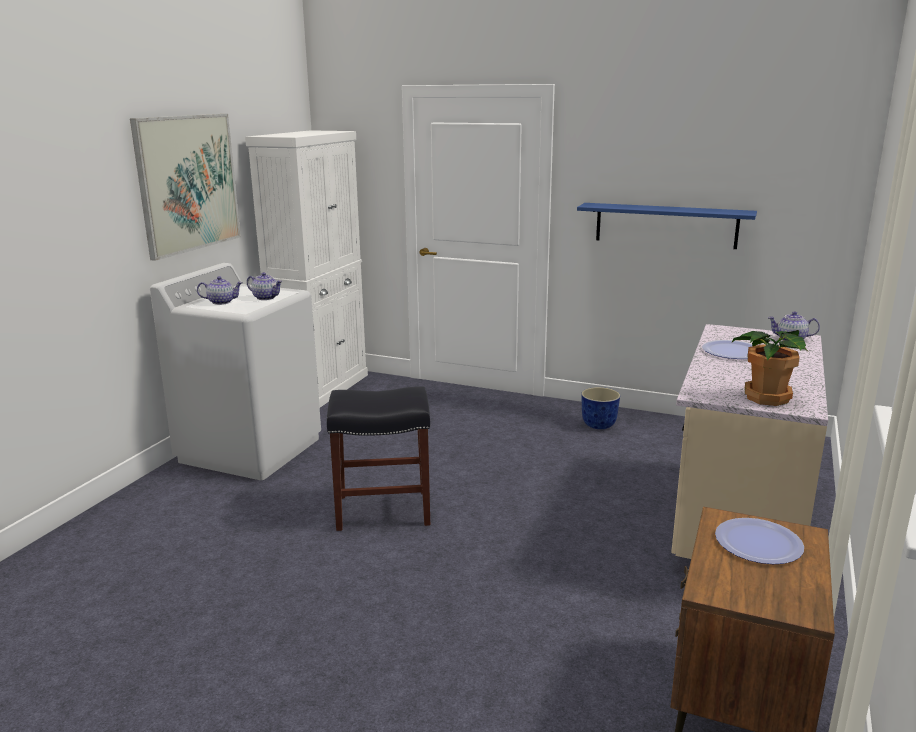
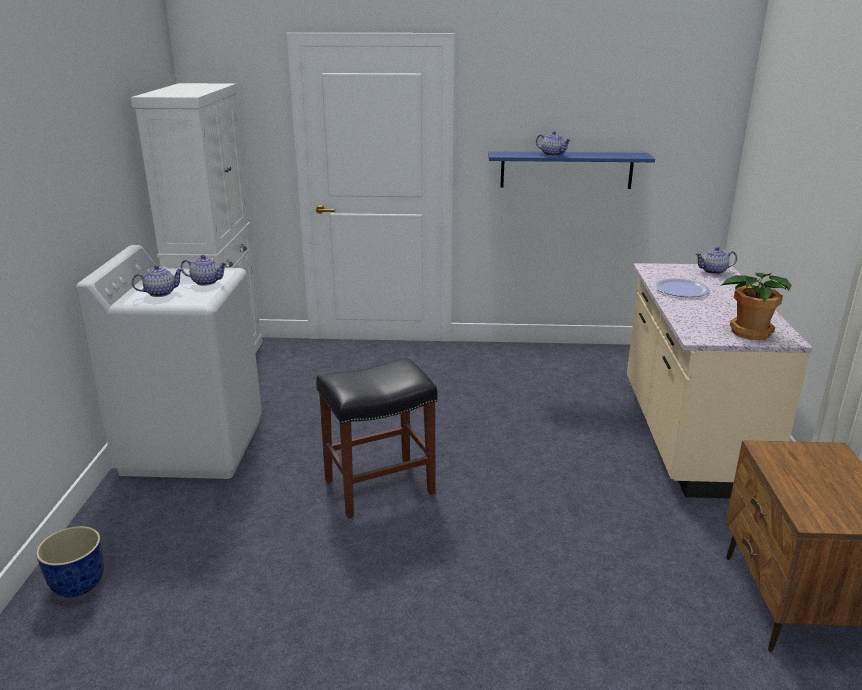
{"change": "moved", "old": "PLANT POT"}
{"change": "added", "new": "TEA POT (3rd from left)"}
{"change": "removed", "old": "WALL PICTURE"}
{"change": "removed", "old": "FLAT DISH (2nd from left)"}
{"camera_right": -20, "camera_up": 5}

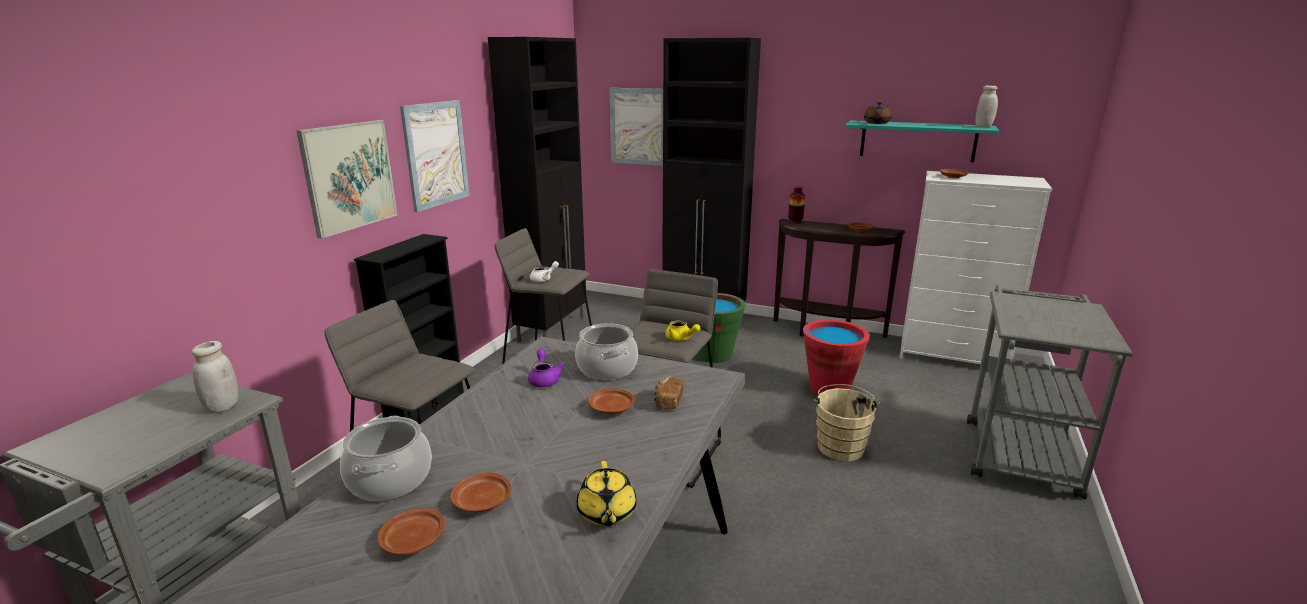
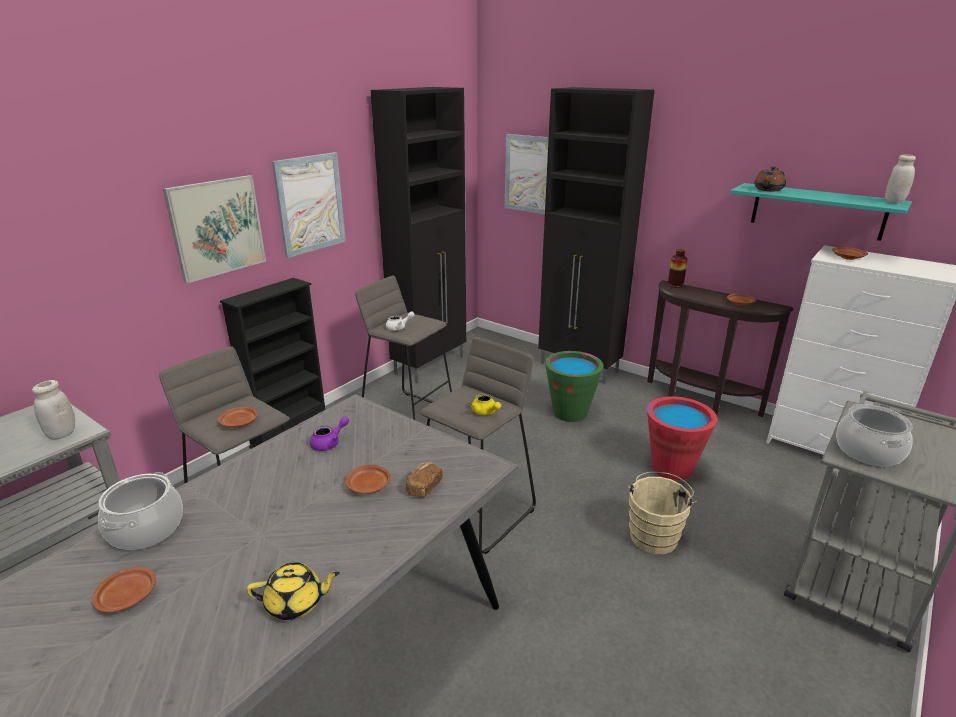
{"change": "moved", "old": "BROWN FLAT DISH (2nd from left)"}
{"change": "turned", "old": "YELLOW TEA POT (1st from left)", "degrees": -105}
{"change": "turned", "old": "PURPLISH TEA POT", "degrees": 45}
{"change": "moved", "old": "SAUCEPOT (2nd from left)"}
{"camera_right": 15, "camera_up": 5}

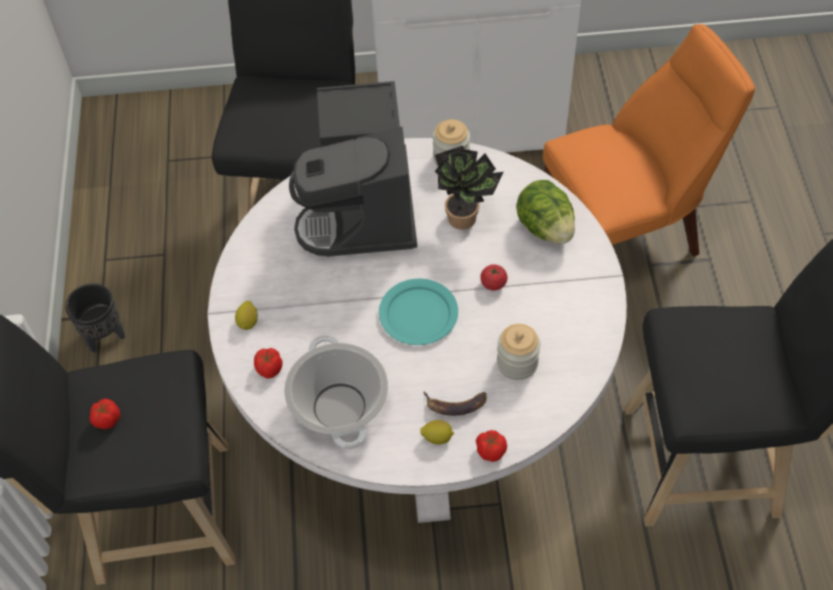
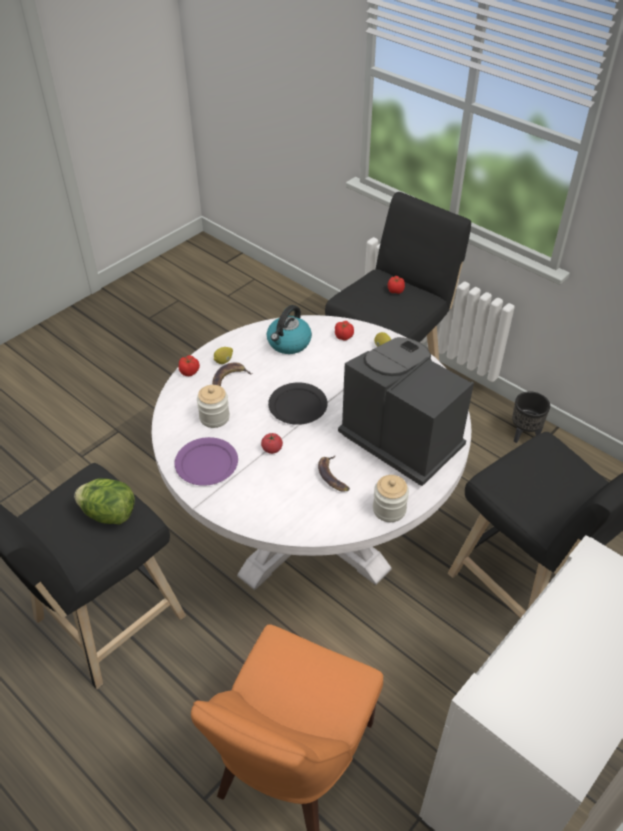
{"change": "moved", "old": "LETTUCE"}
{"change": "added", "new": "PURPLISH FLAT DISH"}
{"change": "replaced", "old": "SAUCEPOT", "new": "KETTLE"}
{"change": "recoloured", "old": "TURQUOISE FLAT DISH", "new": "BLACK-COLOURED FLAT DISH"}
{"change": "replaced", "old": "PLANT IN A POT", "new": "WHOLE BANANA (2nd from left)"}
{"camera_right": 135, "camera_up": -10}

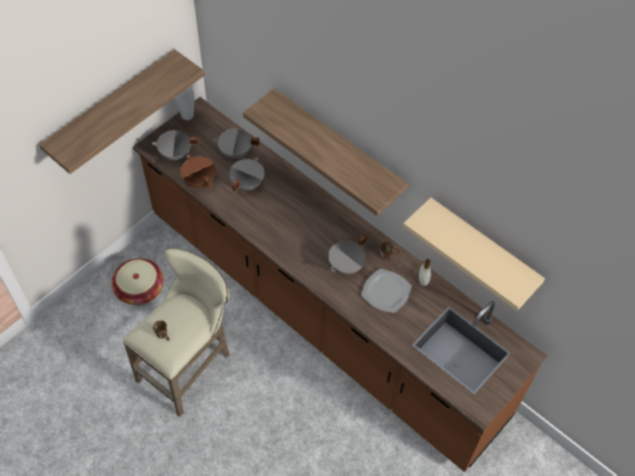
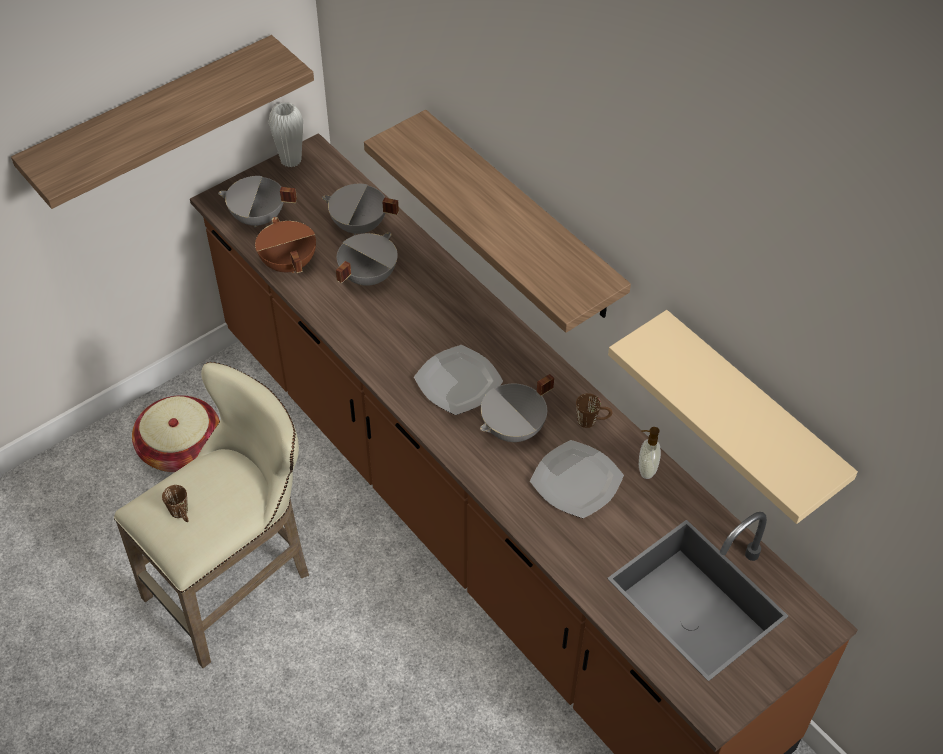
{"change": "added", "new": "FLAT DISH (1st from left)"}
{"camera_right": 10, "camera_up": -5}

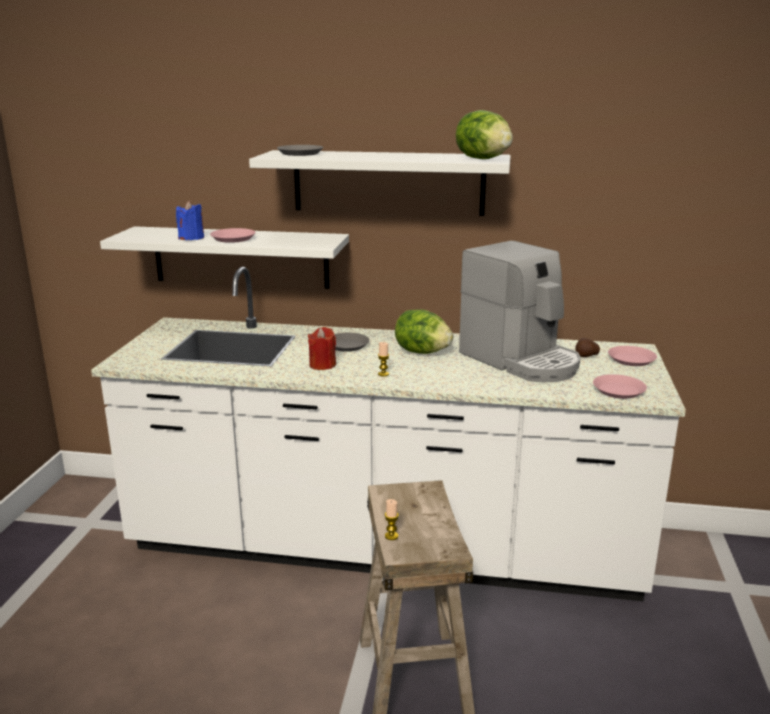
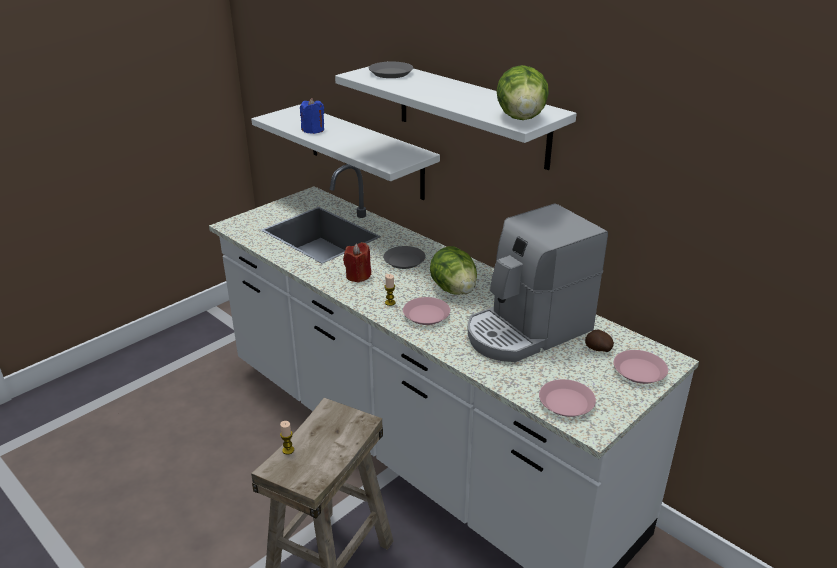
{"change": "moved", "old": "PINKISH FLAT DISH (1st from left)"}
{"change": "turned", "old": "COFFEE MAKER", "degrees": 60}
{"camera_right": 35, "camera_up": 10}

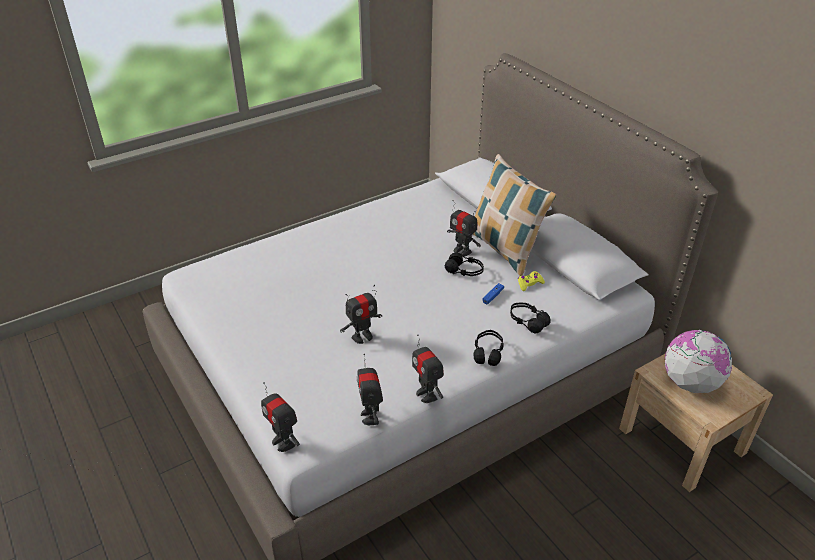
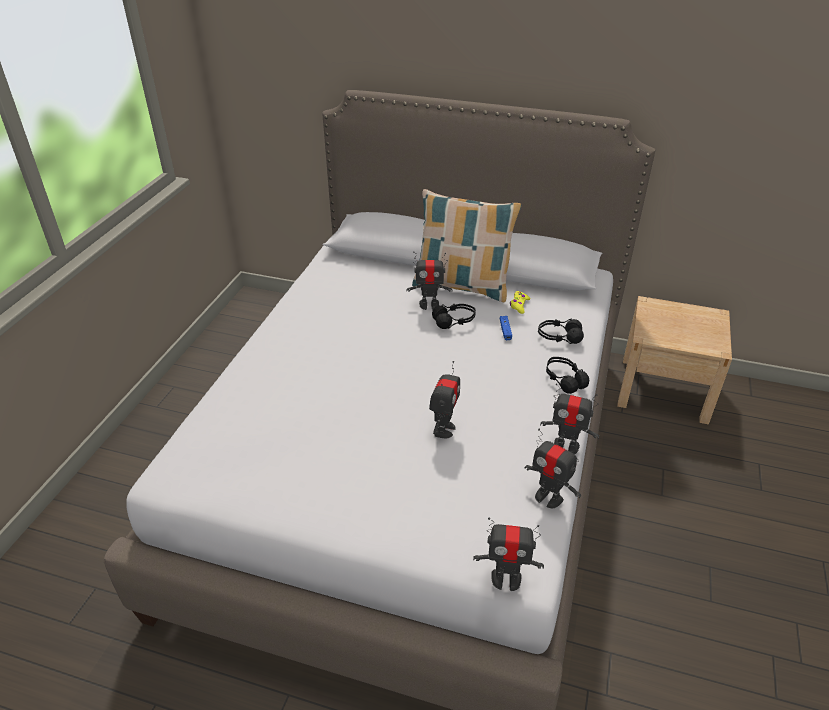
{"change": "removed", "old": "GLOBE"}
{"camera_right": -40, "camera_up": 0}

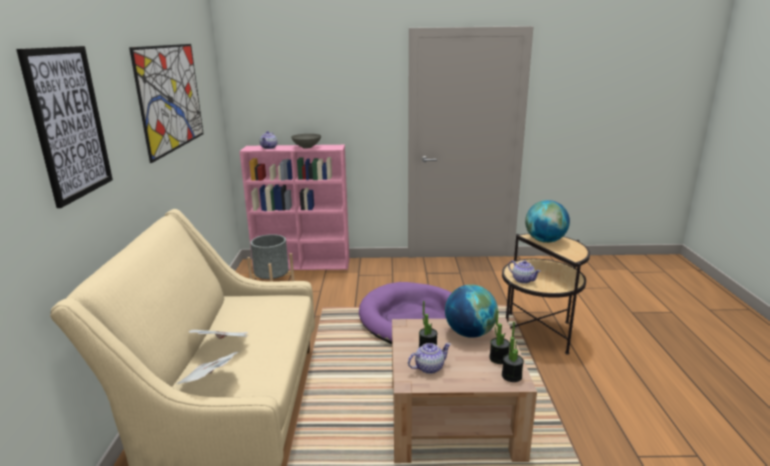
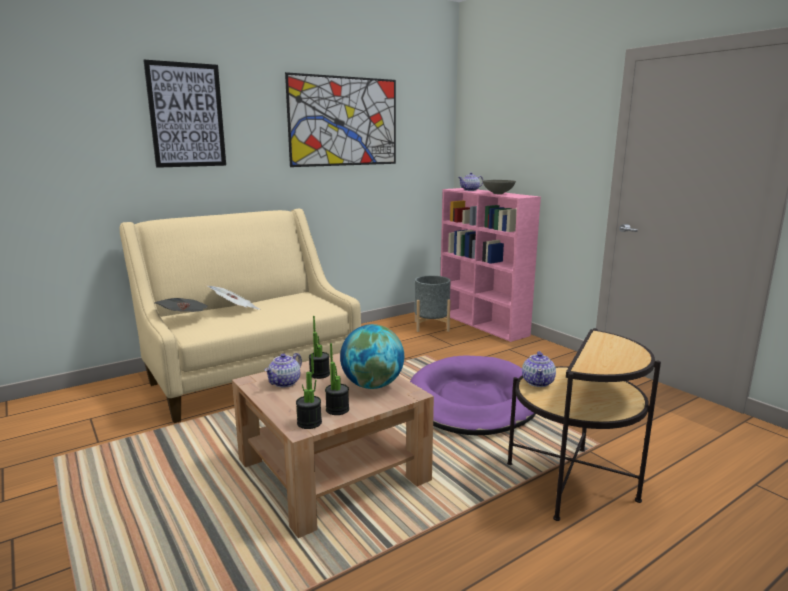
{"change": "turned", "old": "TEA POT (2nd from left in the first image)", "degrees": 90}
{"change": "removed", "old": "GLOBE (2nd from left)"}
{"camera_right": 55, "camera_up": -5}

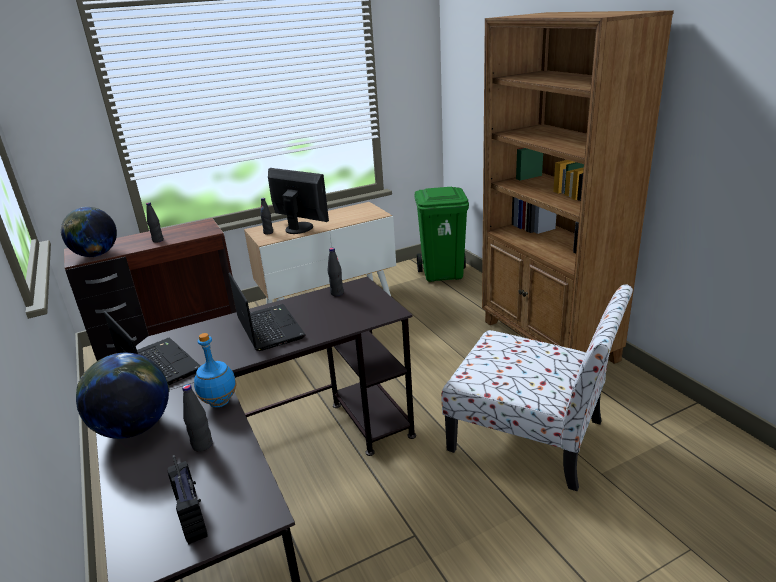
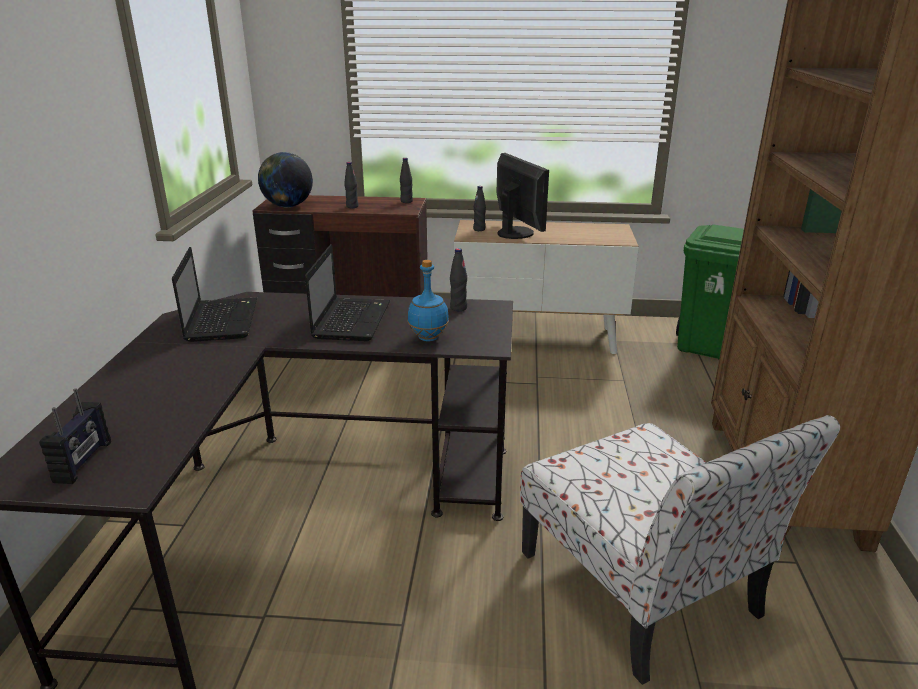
{"change": "moved", "old": "BLACK-COLOURED DRINK BOTTLE (2nd from left)"}
{"change": "moved", "old": "BLUISH DRINK BOTTLE"}
{"change": "removed", "old": "GLOBE (2nd from left)"}
{"camera_right": 30, "camera_up": 0}

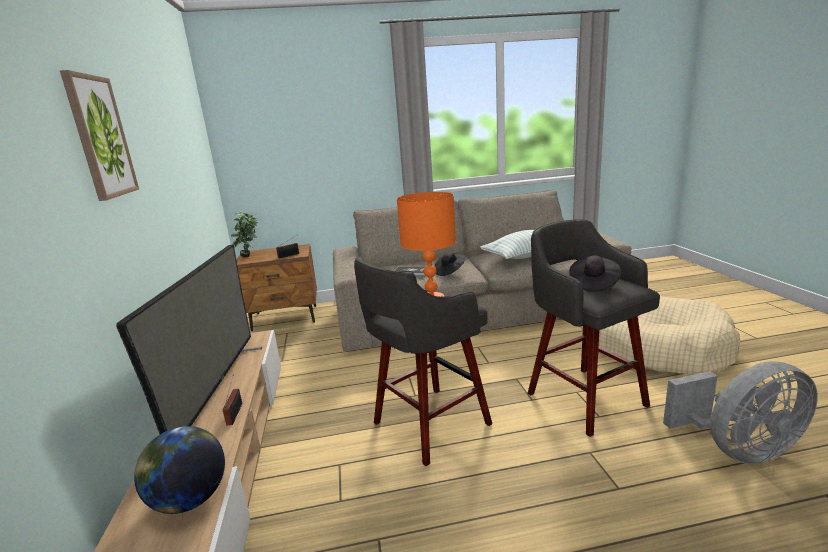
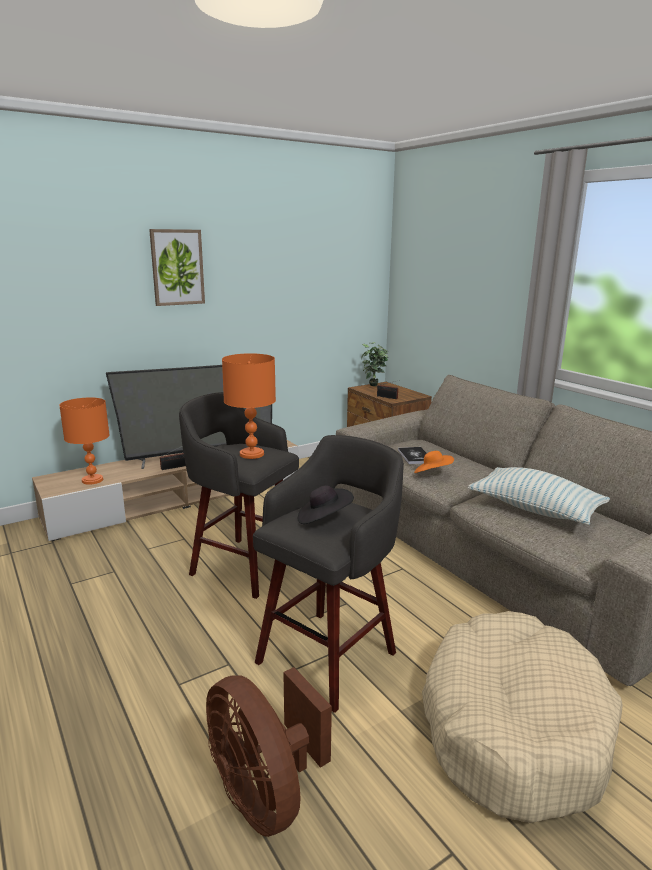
{"change": "replaced", "old": "GLOBE", "new": "ORANGE-COLOURED TABLETOP LAMP (1st from left)"}
{"change": "recoloured", "old": "GRAY COOLING FAN", "new": "BROWN COOLING FAN"}
{"change": "recoloured", "old": "BLACK-COLOURED WEARABLE HAT (1st from left)", "new": "ORANGE-COLOURED WEARABLE HAT"}
{"camera_right": 65, "camera_up": 0}

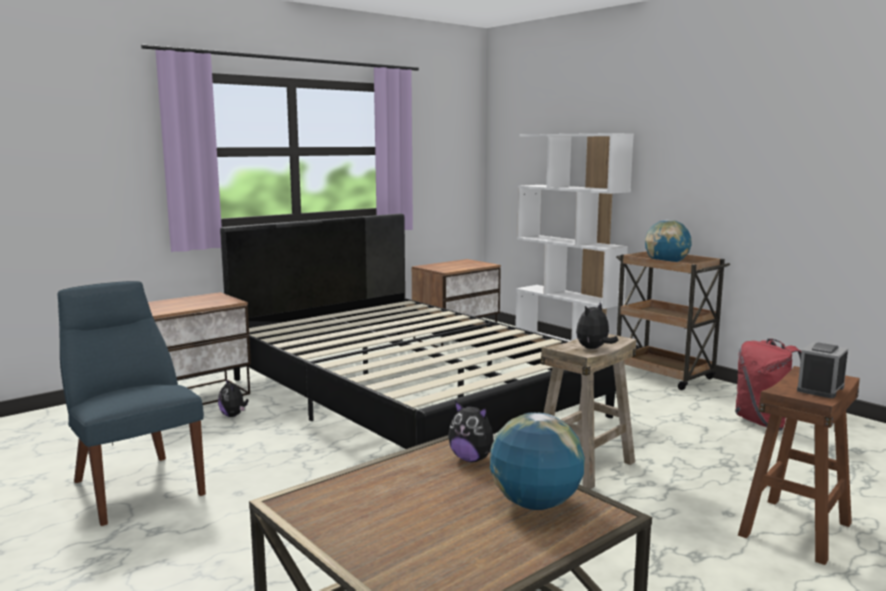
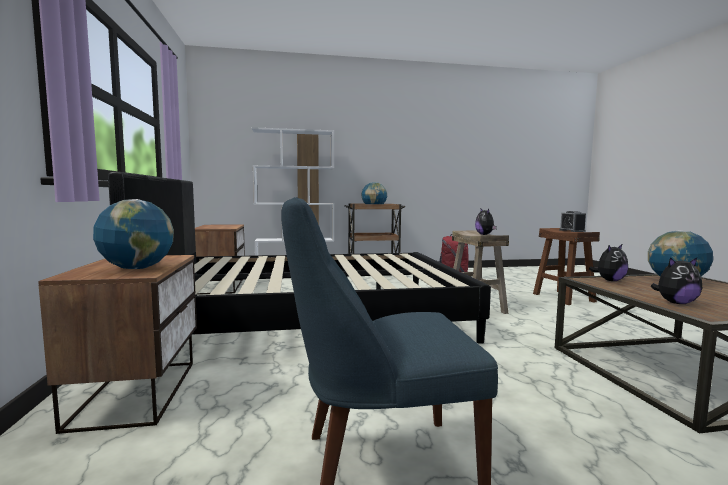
{"change": "added", "new": "GLOBE (1st from left)"}
{"change": "moved", "old": "CUDDLY TOY (1st from left in the first image)", "new": "CUDDLY TOY (3rd from left)"}
{"camera_right": -60, "camera_up": -5}

